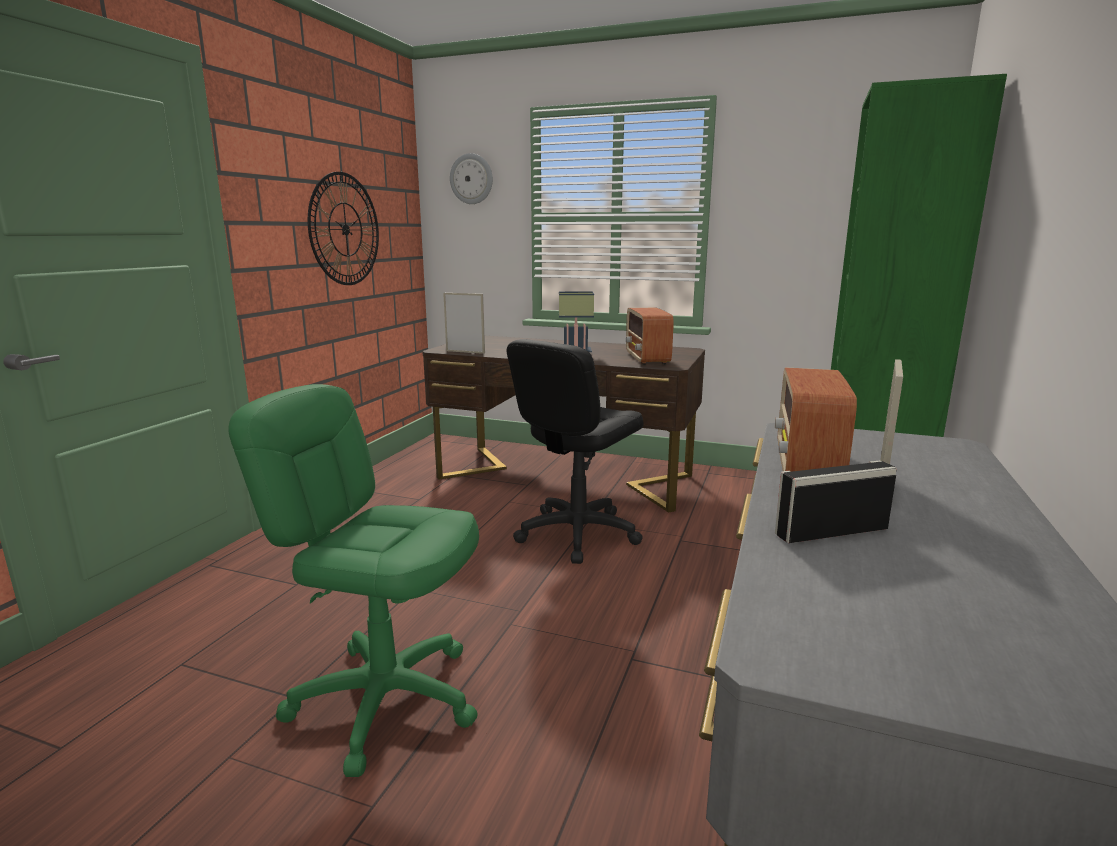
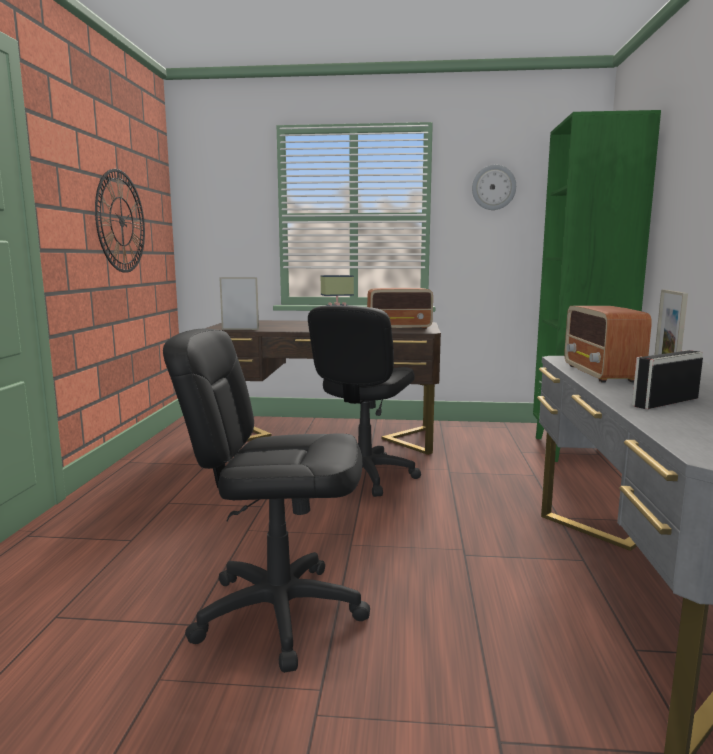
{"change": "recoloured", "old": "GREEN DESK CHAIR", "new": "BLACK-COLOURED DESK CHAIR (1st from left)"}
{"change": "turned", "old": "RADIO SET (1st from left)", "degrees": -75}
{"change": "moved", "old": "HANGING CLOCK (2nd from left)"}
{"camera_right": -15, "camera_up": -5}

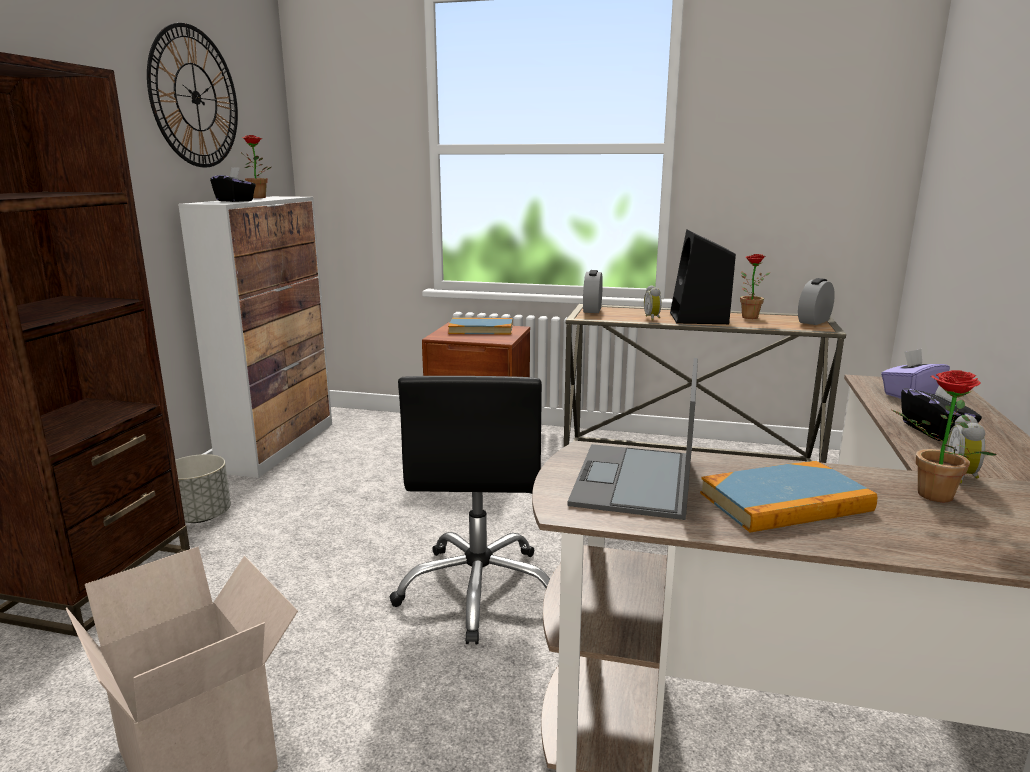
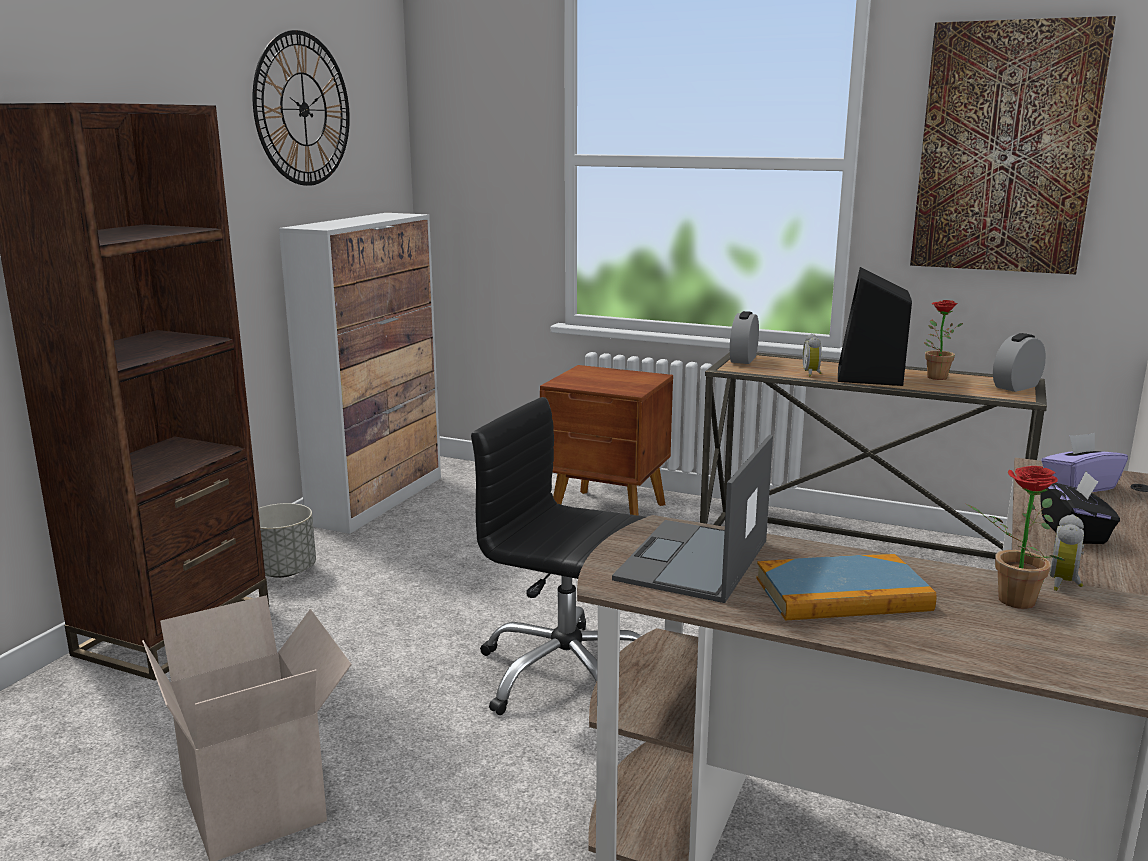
{"change": "turned", "old": "BLACK-COLOURED DESK CHAIR", "degrees": 105}
{"change": "added", "new": "WALL PICTURE"}
{"change": "removed", "old": "BLACK-COLOURED TISSUE HOLDER (1st from left)"}
{"change": "removed", "old": "PLANT IN A POT (1st from left)"}
{"change": "removed", "old": "VOLUME (1st from left)"}
{"camera_right": 10, "camera_up": 0}

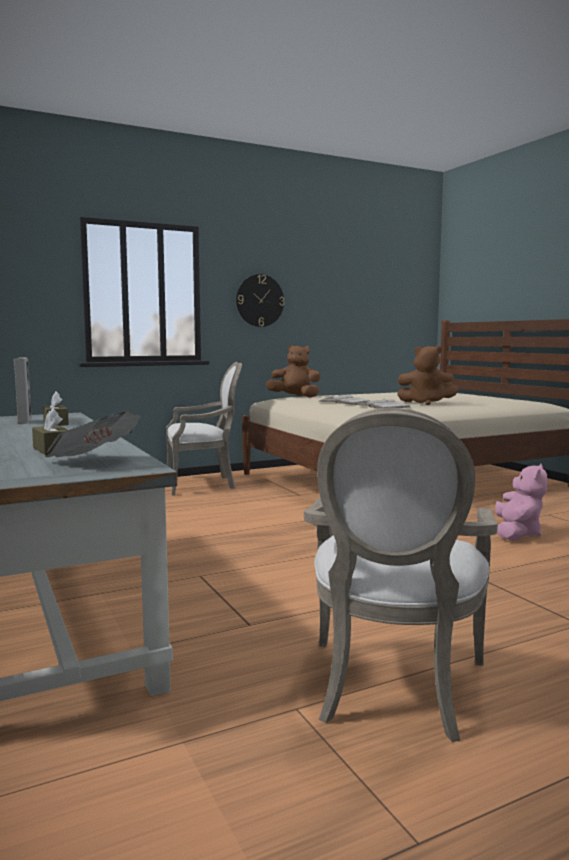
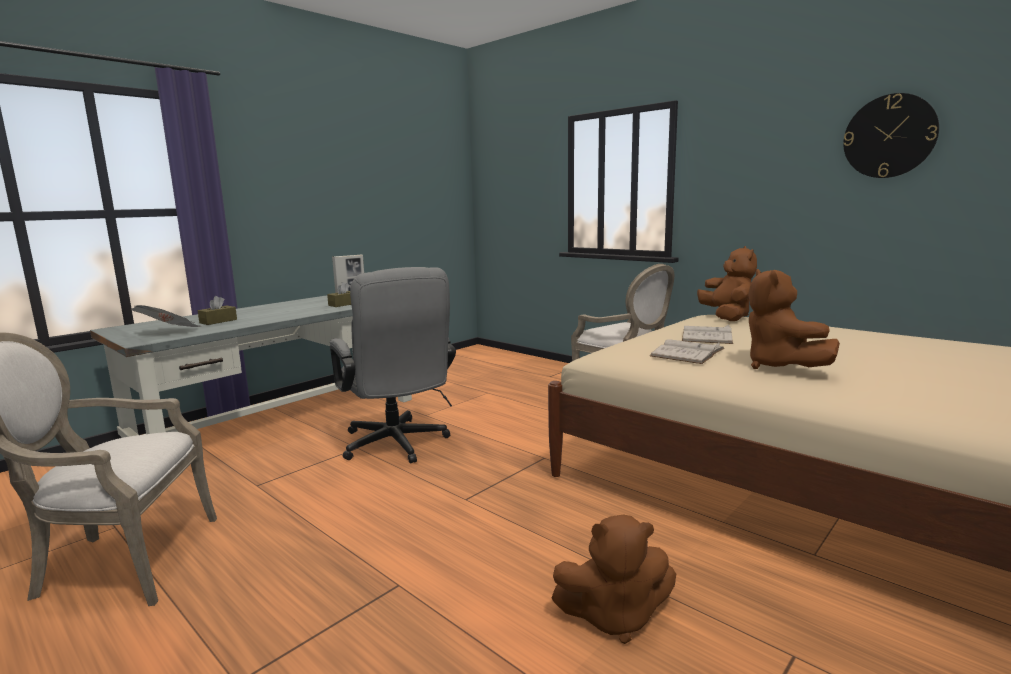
{"change": "added", "new": "GRAY DESK CHAIR"}
{"change": "recoloured", "old": "PINKISH CUDDLY TOY", "new": "BROWN CUDDLY TOY (1st from left)"}
{"change": "moved", "old": "HANGING CLOCK"}
{"camera_right": 70, "camera_up": 5}

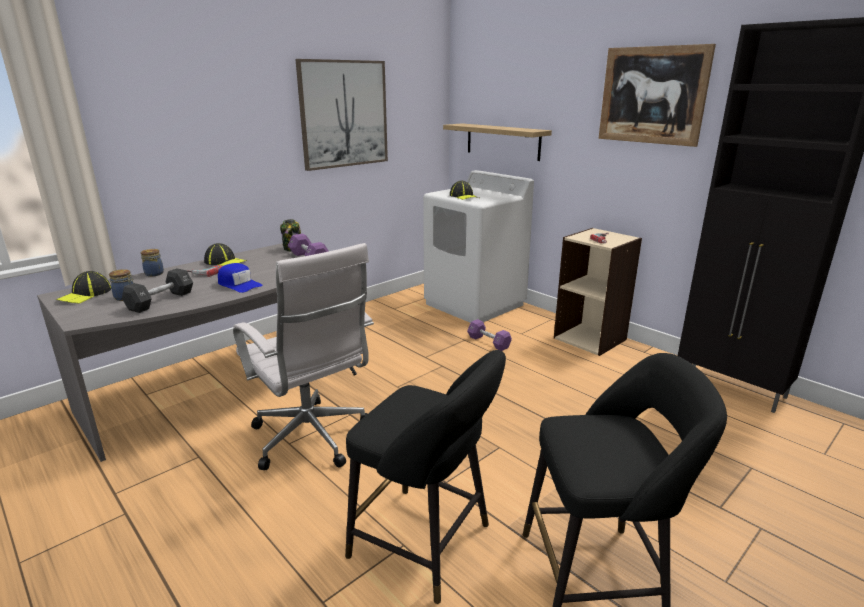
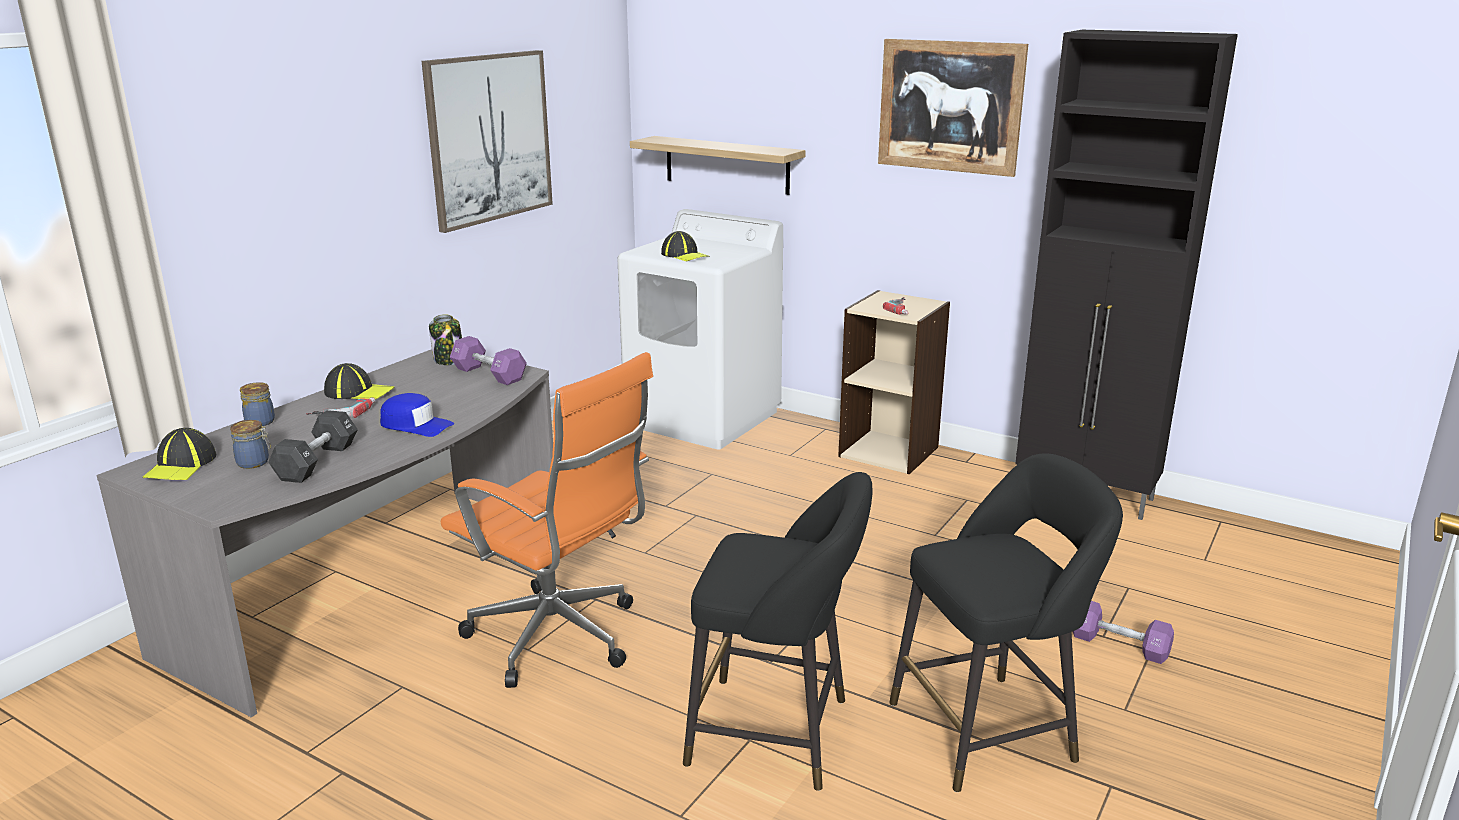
{"change": "recoloured", "old": "WHITE-COLOURED DESK CHAIR", "new": "ORANGE-COLOURED DESK CHAIR"}
{"change": "moved", "old": "PURPLISH HAND WEIGHT (2nd from left)"}
{"camera_right": -15, "camera_up": 0}

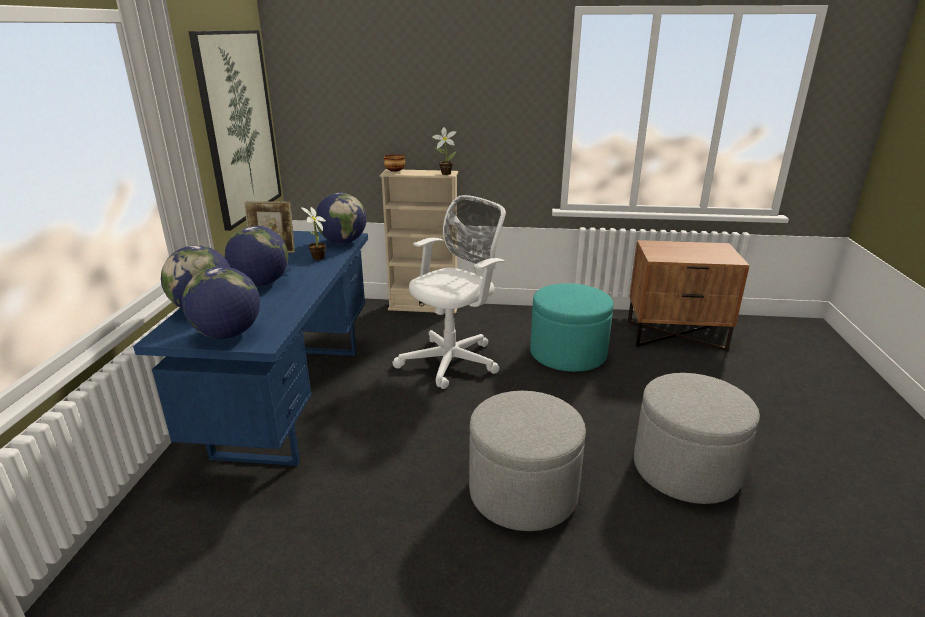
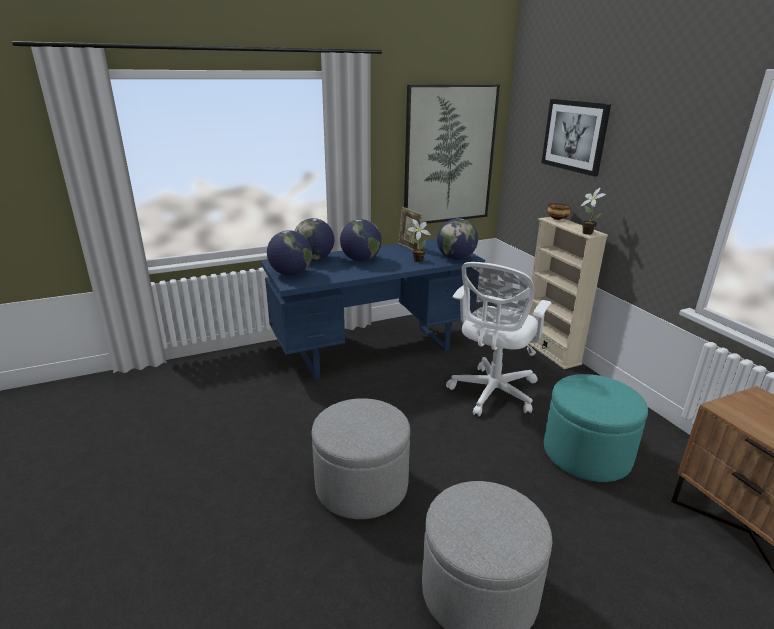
{"change": "turned", "old": "WHITE-COLOURED DESK CHAIR", "degrees": 105}
{"change": "added", "new": "WALL PICTURE (2nd from left)"}
{"camera_right": 60, "camera_up": 0}

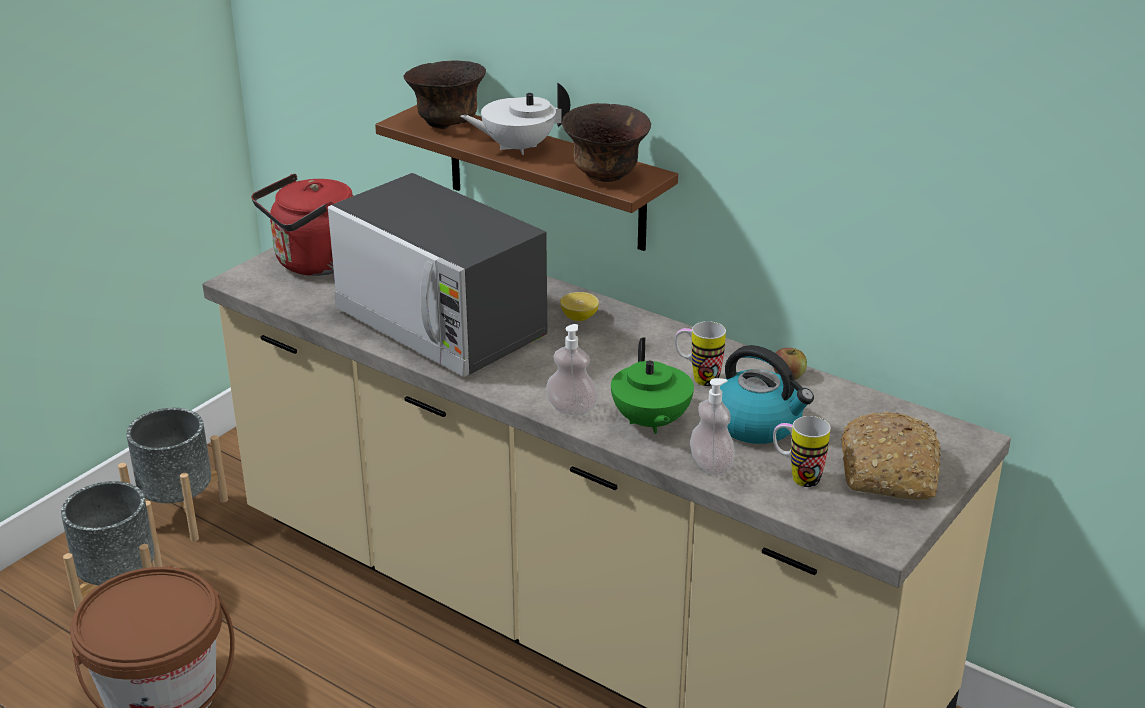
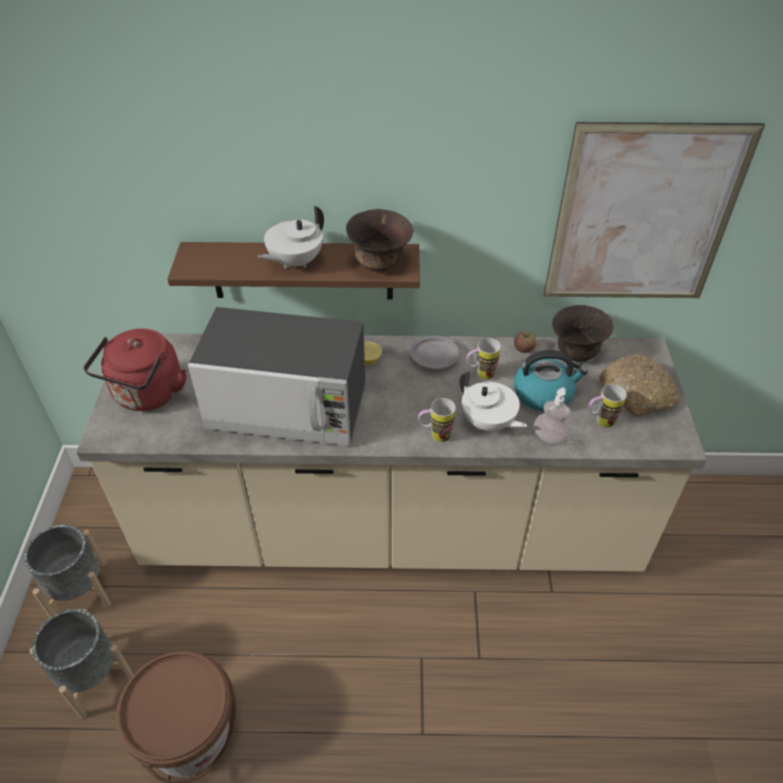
{"change": "added", "new": "GRAY FLAT DISH"}
{"change": "replaced", "old": "SOAP BOTTLE (1st from left)", "new": "TEA MUG (1st from left)"}
{"change": "recoloured", "old": "GREEN TEA POT", "new": "WHITE-COLOURED TEA POT (2nd from left)"}
{"change": "added", "new": "WALL PICTURE"}
{"change": "moved", "old": "BROWN SERVING BOWL (1st from left in the first image)", "new": "BROWN SERVING BOWL (2nd from left)"}
{"camera_right": -35, "camera_up": 15}

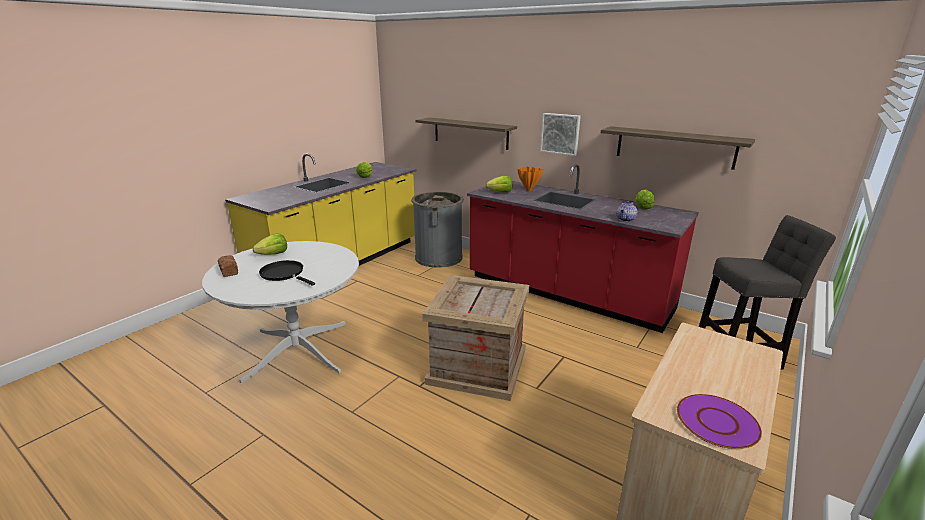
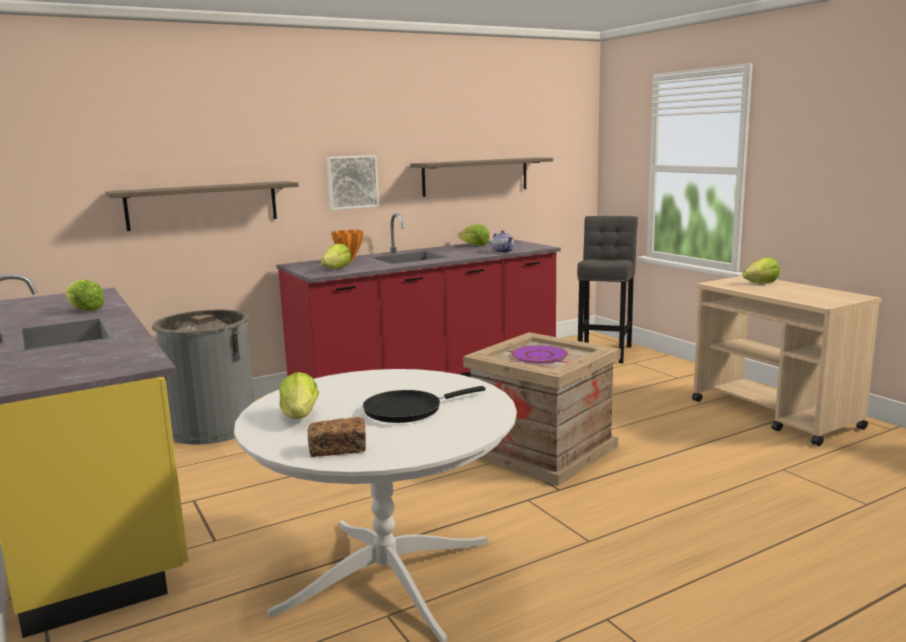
{"change": "moved", "old": "PURPLISH FLAT DISH"}
{"change": "added", "new": "LETTUCE (5th from left)"}
{"camera_right": -65, "camera_up": -10}

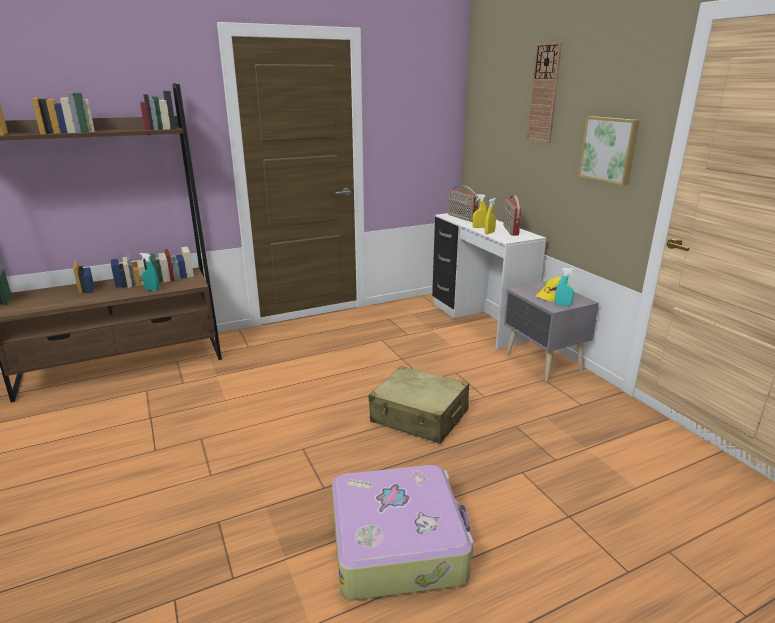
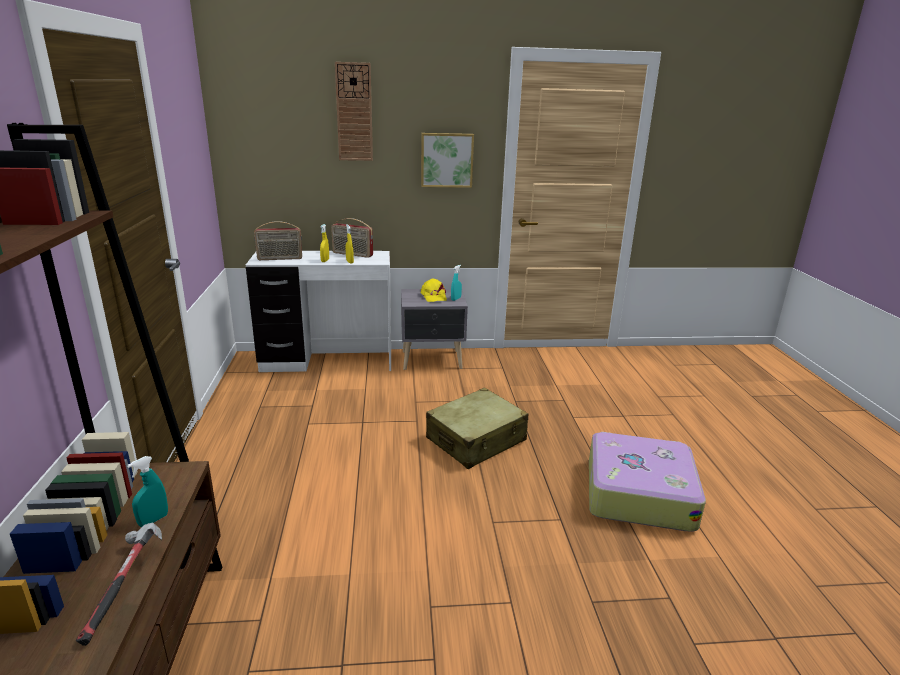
{"change": "added", "new": "TOOL HAMMER"}
{"camera_right": -70, "camera_up": 0}

